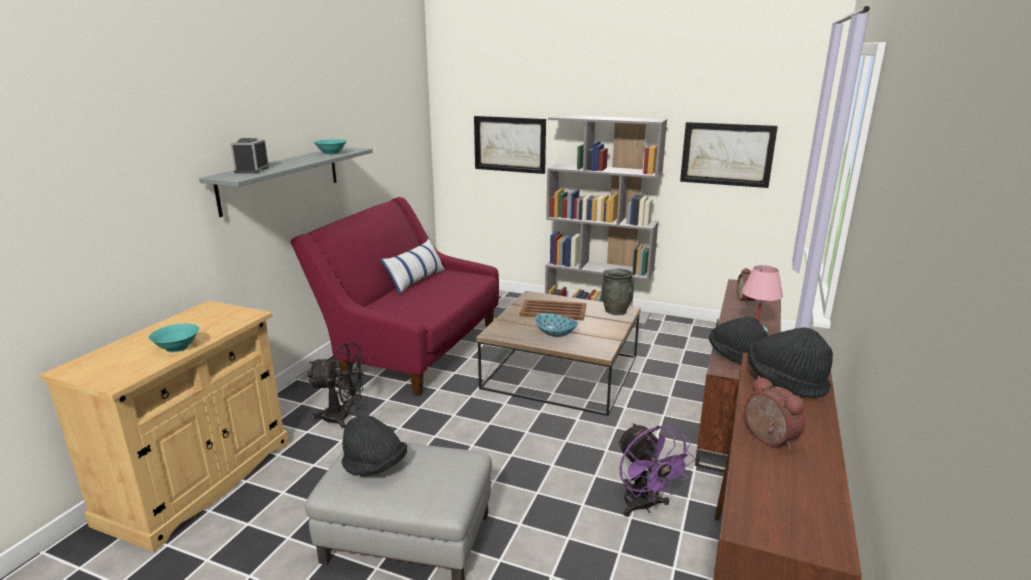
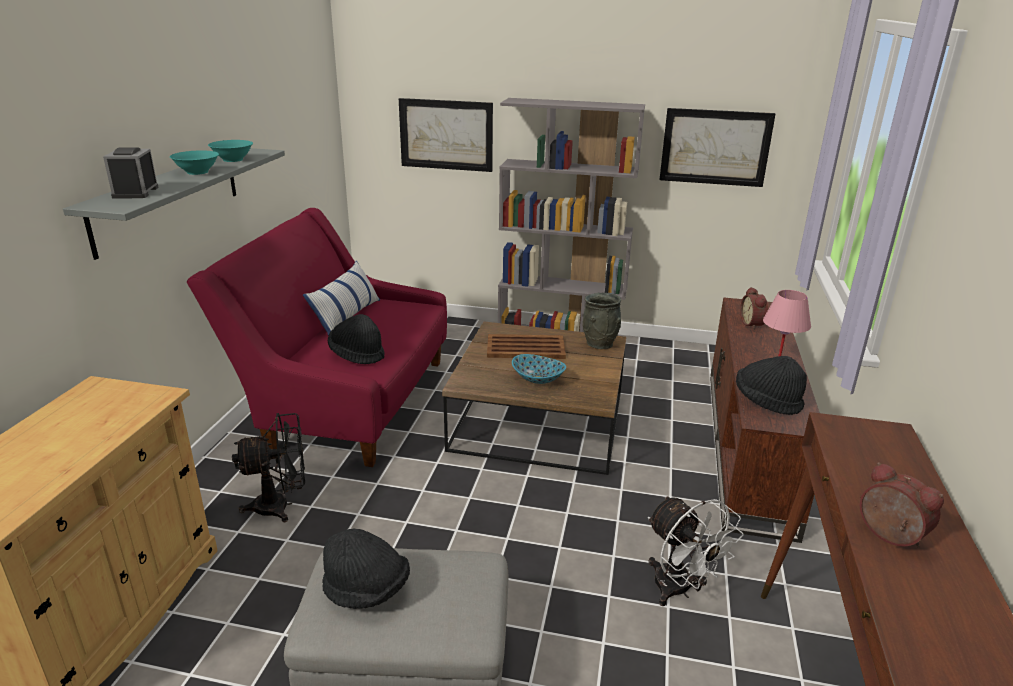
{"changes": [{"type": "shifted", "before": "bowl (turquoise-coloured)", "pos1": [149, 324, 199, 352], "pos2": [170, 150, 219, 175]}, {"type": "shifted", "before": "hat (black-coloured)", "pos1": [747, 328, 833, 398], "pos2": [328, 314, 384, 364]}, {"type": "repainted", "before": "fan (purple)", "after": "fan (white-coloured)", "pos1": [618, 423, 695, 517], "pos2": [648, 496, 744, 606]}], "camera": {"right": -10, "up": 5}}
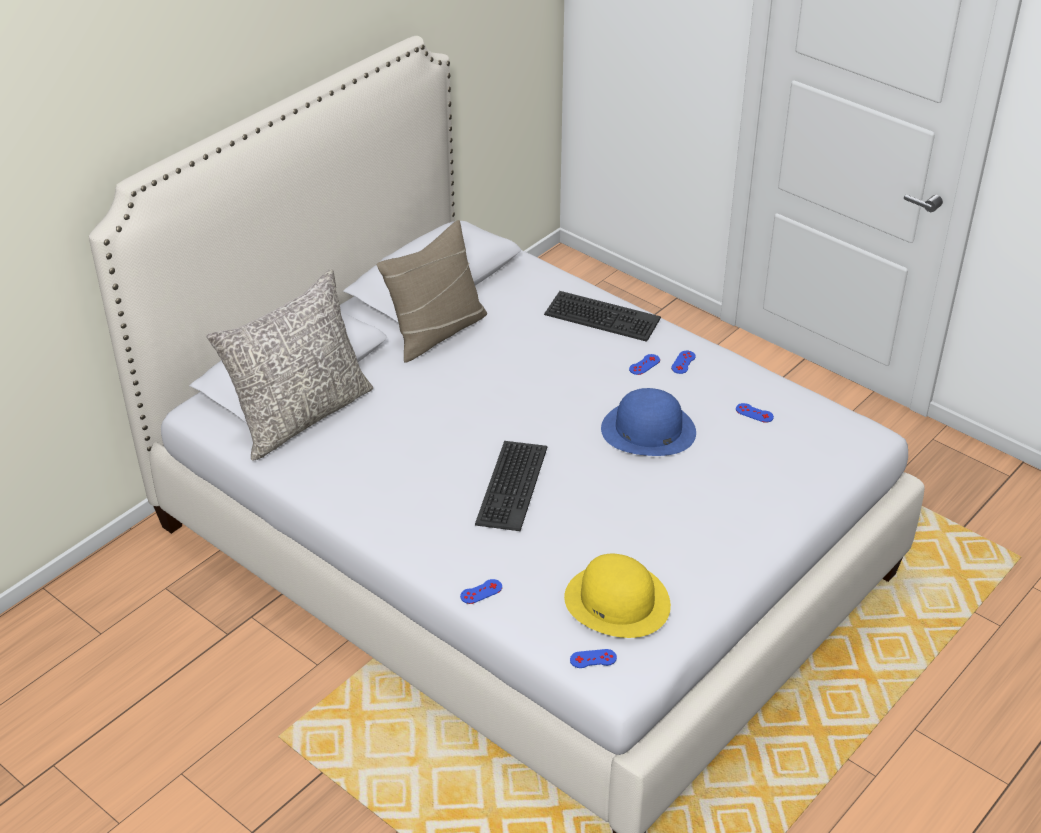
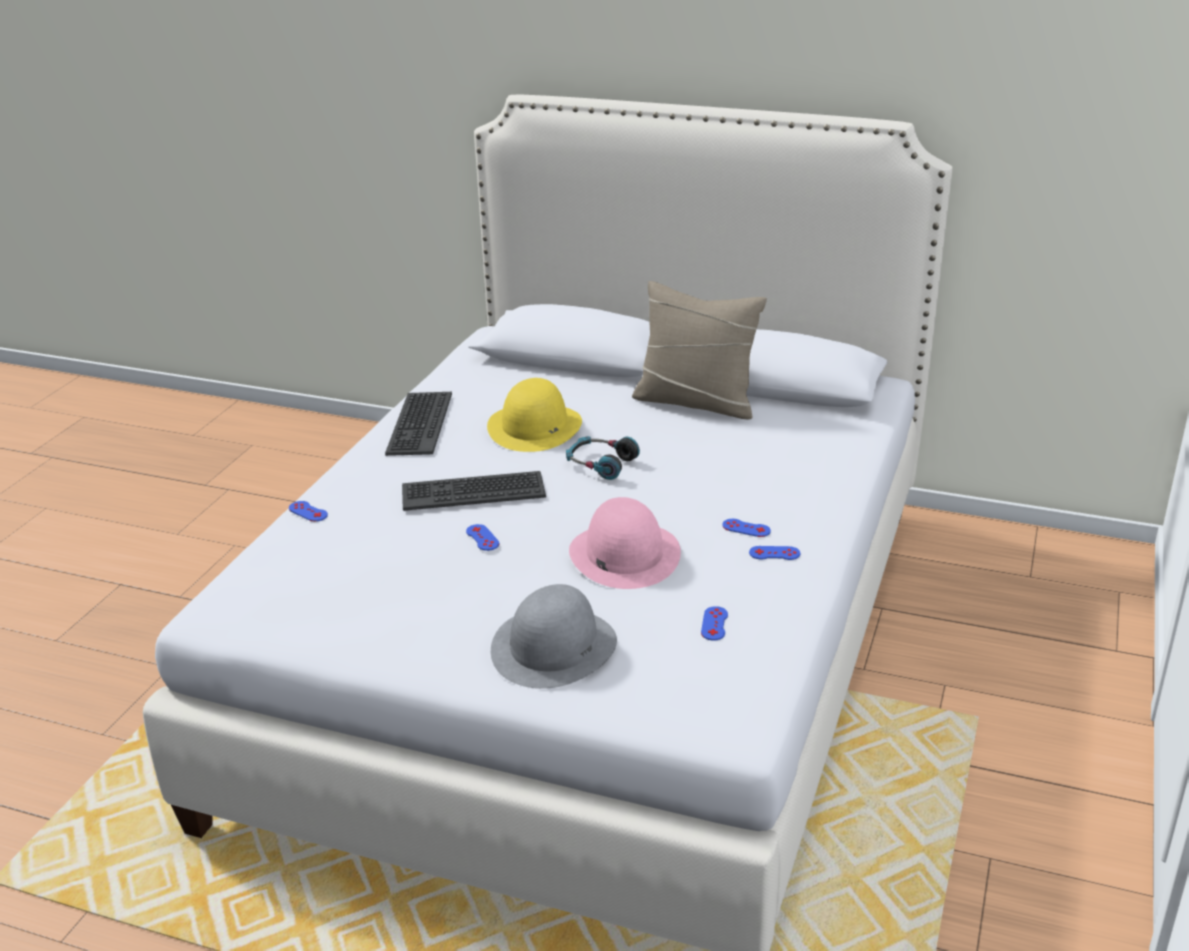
{"changes": [{"type": "gone", "before": "cushion (grey)", "pos1": [206, 269, 373, 460]}, {"type": "new", "after": "hat (grey)", "pos2": [491, 584, 617, 689]}, {"type": "new", "after": "headphones", "pos2": [566, 436, 640, 480]}, {"type": "shifted", "before": "computer keyboard", "pos1": [544, 291, 661, 342], "pos2": [385, 392, 452, 456]}, {"type": "shifted", "before": "hat (yellow)", "pos1": [564, 554, 671, 638], "pos2": [487, 378, 582, 452]}, {"type": "shifted", "before": "joypad (blue-coloured)", "pos1": [570, 649, 617, 668], "pos2": [466, 524, 499, 551]}, {"type": "repainted", "before": "hat (blue-coloured)", "after": "hat (pink-coloured)", "pos1": [601, 388, 696, 456], "pos2": [569, 497, 681, 589]}], "camera": {"right": 70, "up": -10}}
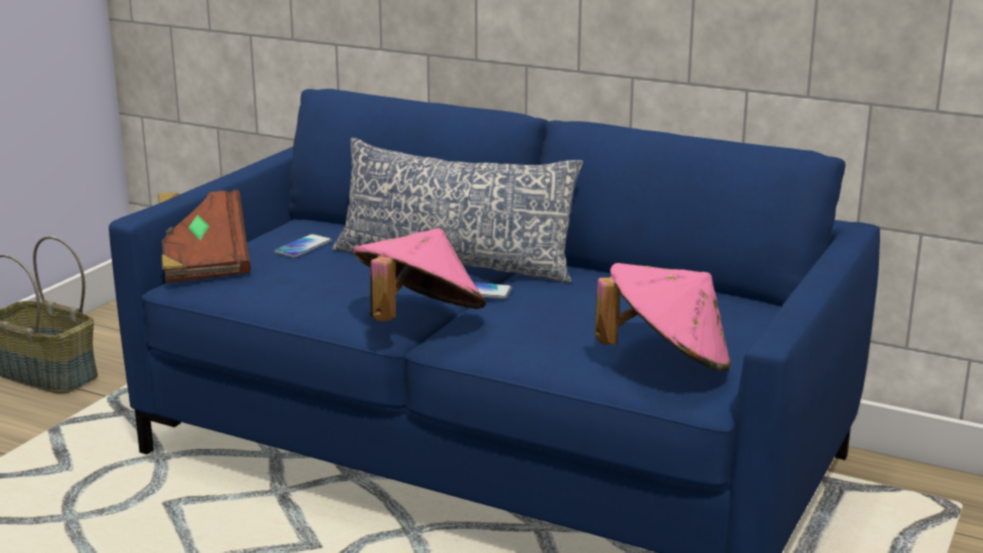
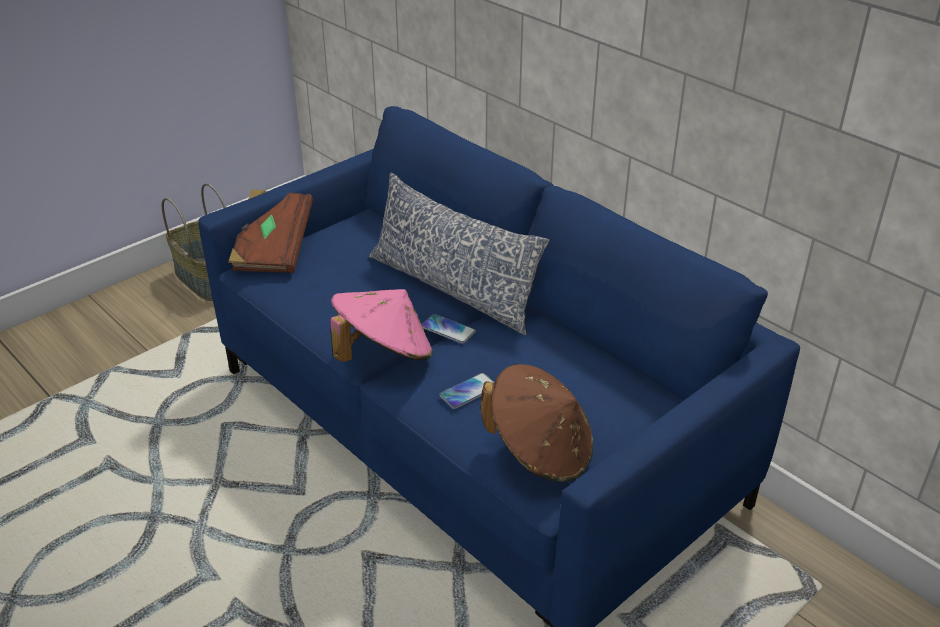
{"changes": [{"type": "shifted", "before": "phone", "pos1": [274, 234, 332, 258], "pos2": [439, 373, 494, 409]}, {"type": "repainted", "before": "hat (pink-coloured)", "after": "hat (brownish)", "pos1": [595, 263, 731, 372], "pos2": [481, 364, 593, 482]}], "camera": {"right": 20, "up": 15}}
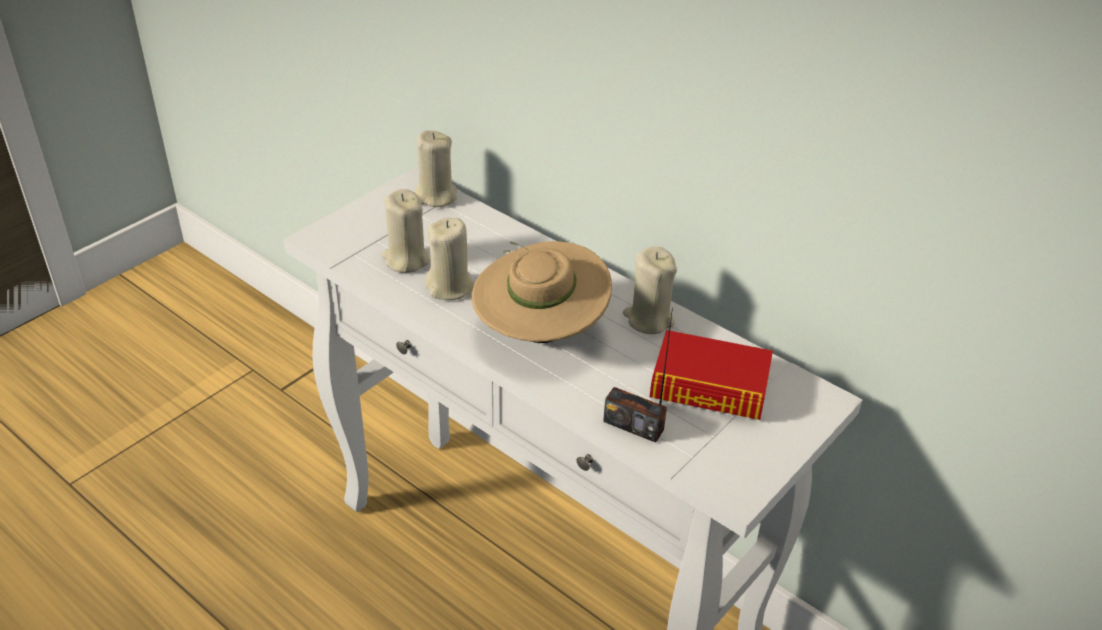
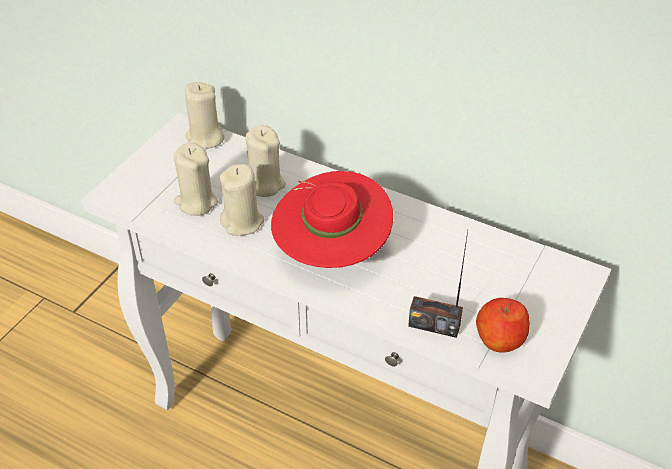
{"changes": [{"type": "gone", "before": "volume", "pos1": [650, 330, 773, 420]}, {"type": "new", "after": "apple fruit", "pos2": [476, 298, 530, 353]}, {"type": "shifted", "before": "candle (sand-coloured)", "pos1": [623, 247, 677, 334], "pos2": [245, 125, 286, 197]}, {"type": "repainted", "before": "hat (sand-coloured)", "after": "hat (reddish)", "pos1": [472, 241, 612, 343], "pos2": [271, 171, 393, 268]}], "camera": {"right": -10, "up": 5}}
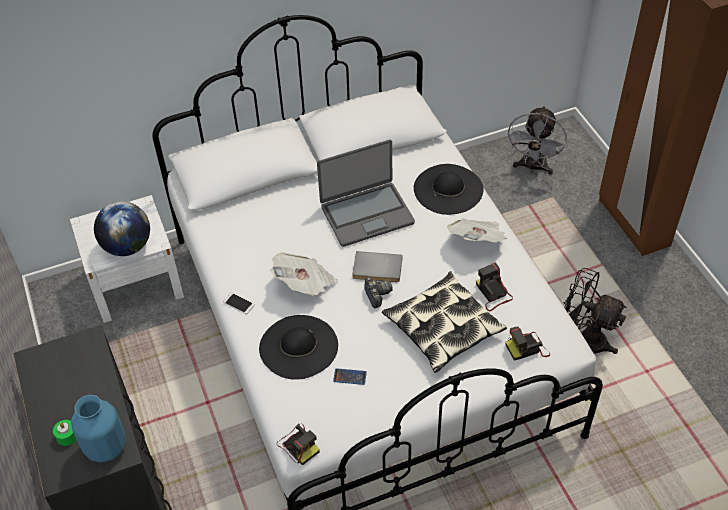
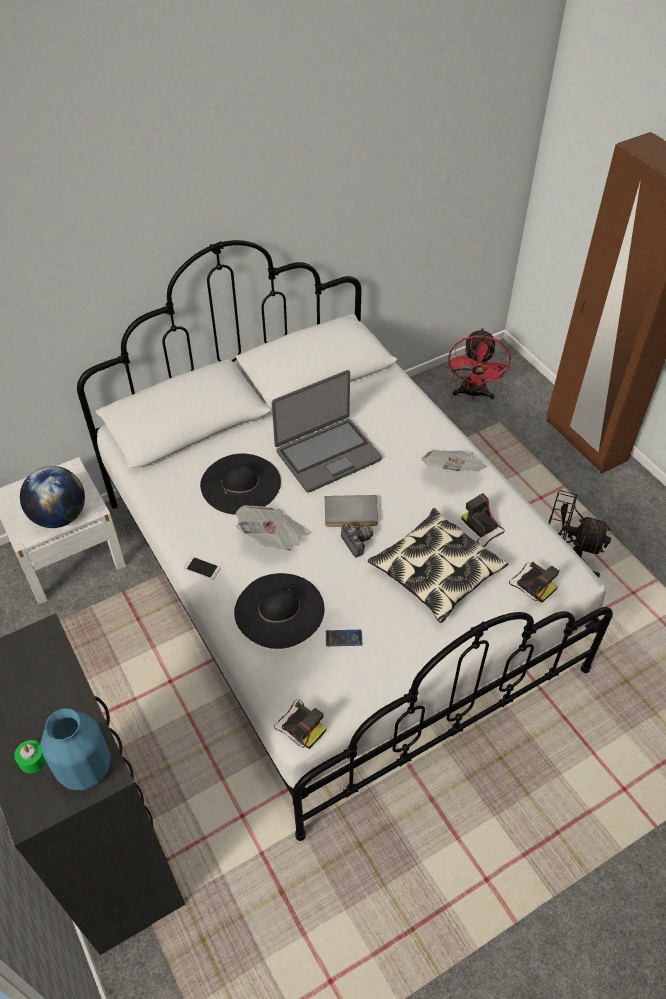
{"changes": [{"type": "shifted", "before": "hat (black-coloured)", "pos1": [414, 164, 483, 215], "pos2": [200, 453, 281, 515]}, {"type": "repainted", "before": "fan (grey)", "after": "fan (reddish)", "pos1": [506, 106, 567, 175], "pos2": [448, 328, 511, 400]}, {"type": "rotated", "before": "still camera", "pos1": [505, 326, 550, 361], "pos2": [509, 561, 560, 603], "turn": -105}], "camera": {"right": -10, "up": 0}}
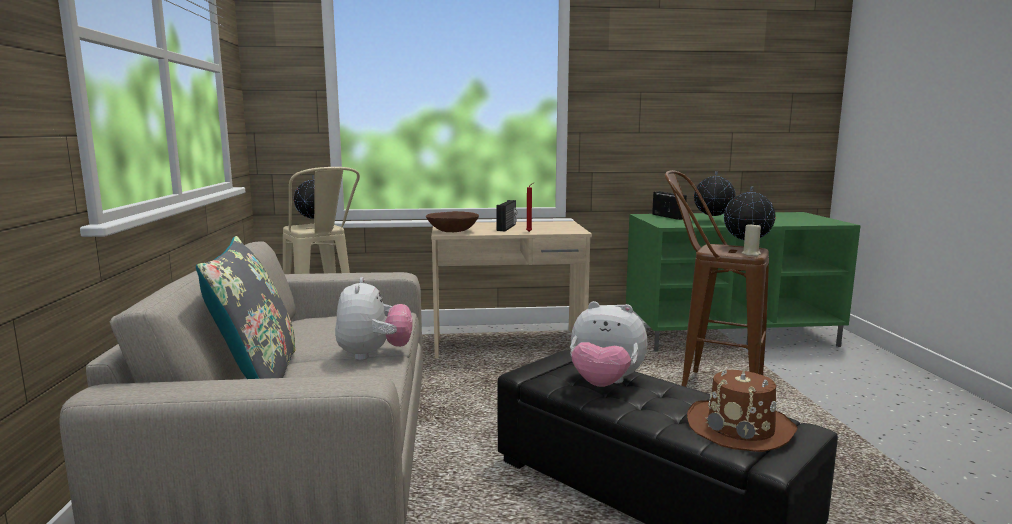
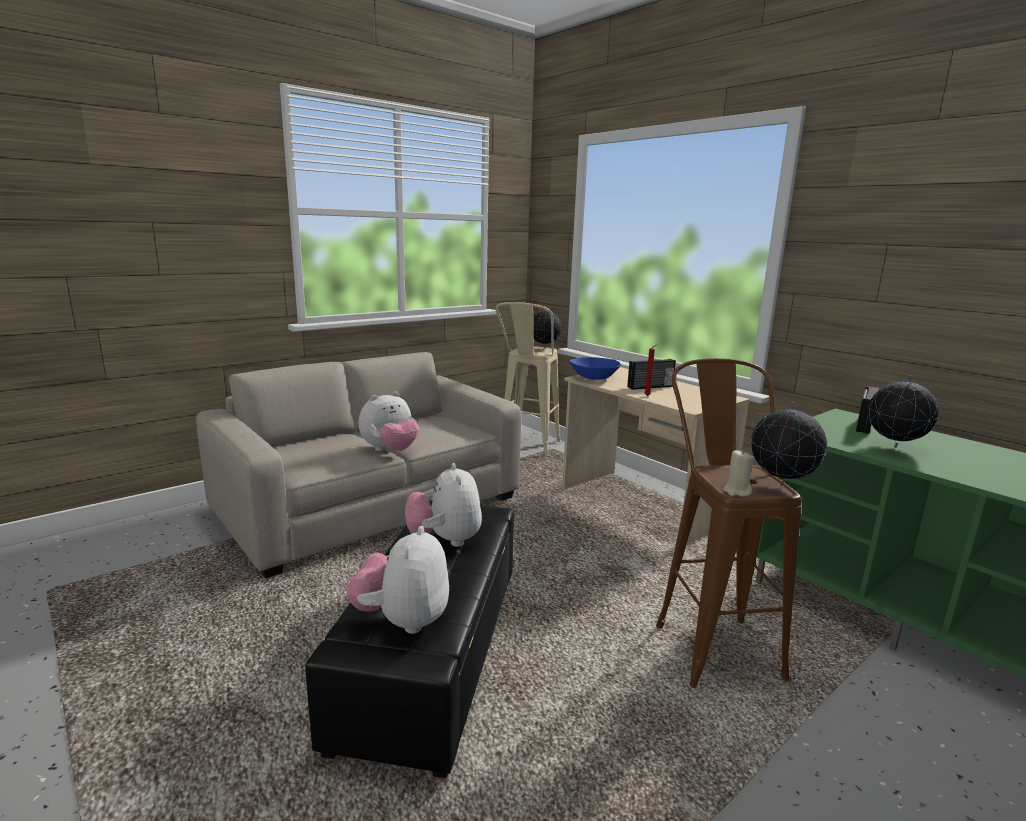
{"changes": [{"type": "gone", "before": "cushion (grey)", "pos1": [196, 236, 296, 379]}, {"type": "swapped", "before": "hat (brownish)", "after": "cuddly toy", "pos1": [687, 369, 798, 452], "pos2": [347, 526, 449, 634]}, {"type": "repainted", "before": "bowl (brownish)", "after": "bowl (blue-coloured)", "pos1": [426, 211, 479, 232], "pos2": [569, 357, 621, 380]}], "camera": {"right": 55, "up": 5}}
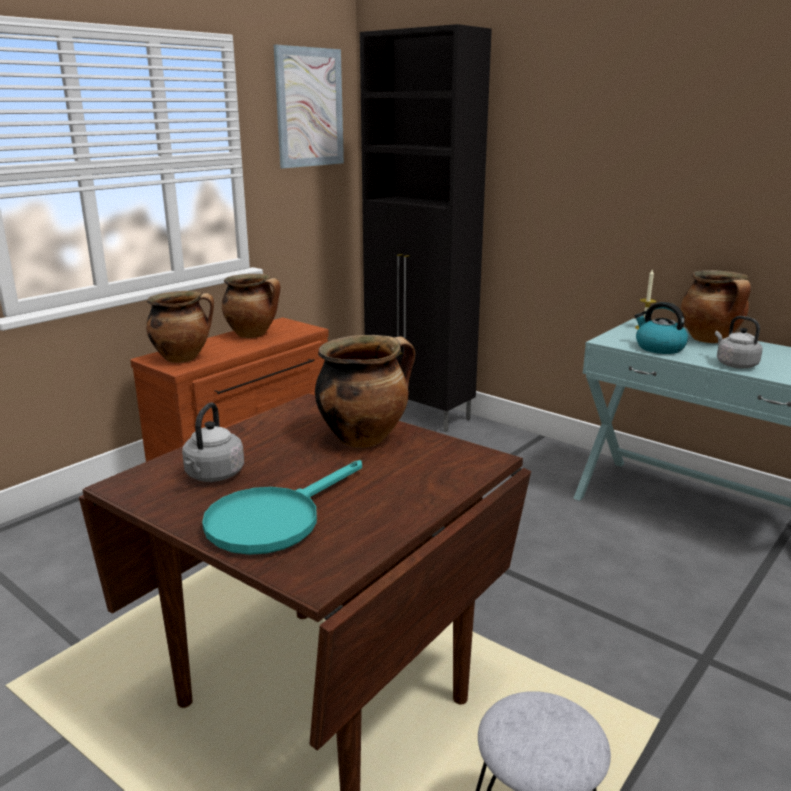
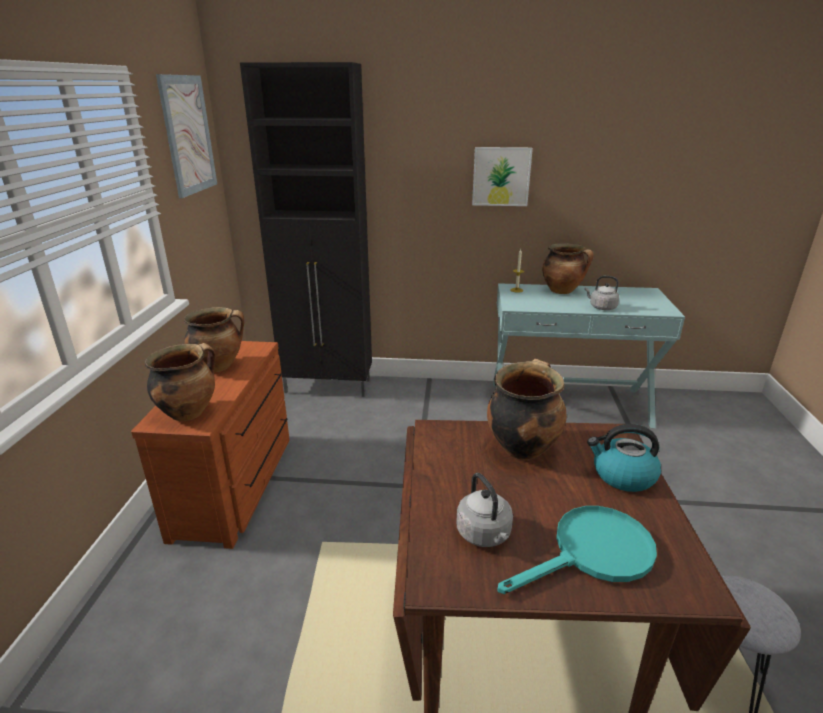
{"changes": [{"type": "new", "after": "wall picture", "pos2": [472, 147, 533, 206]}, {"type": "shifted", "before": "kettle", "pos1": [635, 302, 688, 354], "pos2": [587, 424, 661, 492]}, {"type": "rotated", "before": "pan (turquoise-coloured)", "pos1": [202, 460, 362, 555], "pos2": [497, 506, 657, 594], "turn": -120}], "camera": {"right": -35, "up": 5}}
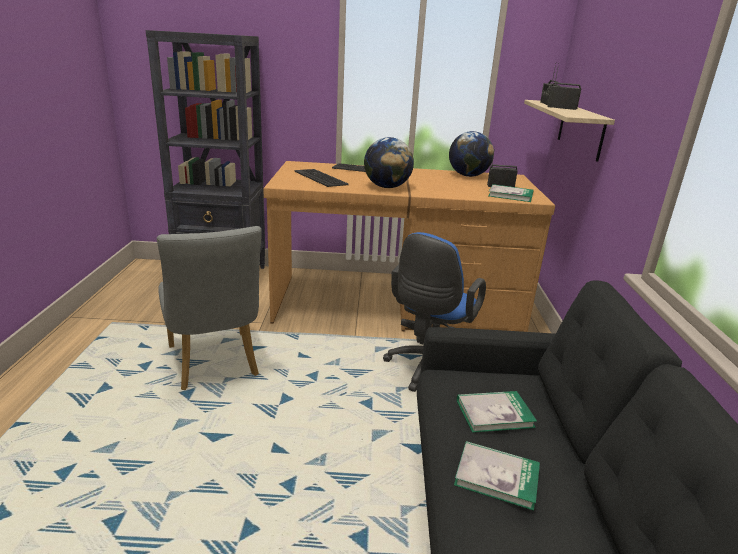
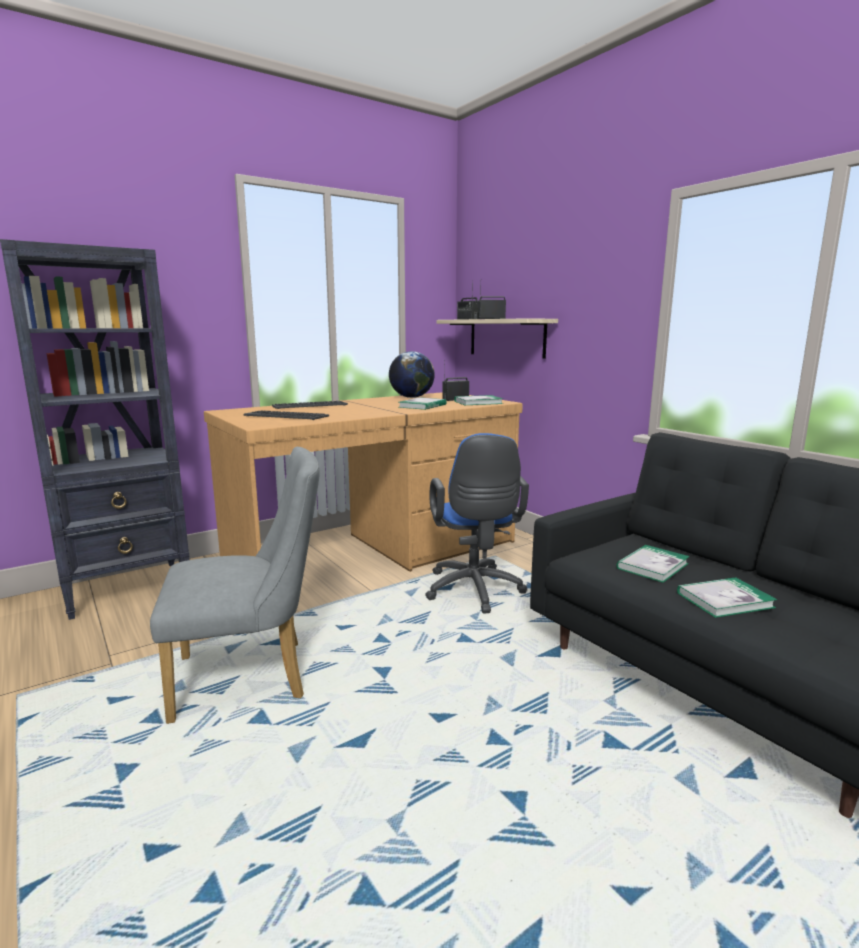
{"changes": [{"type": "gone", "before": "globe", "pos1": [364, 137, 414, 188]}, {"type": "new", "after": "volume", "pos2": [398, 397, 447, 410]}, {"type": "rotated", "before": "plain chair (grey)", "pos1": [157, 226, 262, 390], "pos2": [150, 447, 320, 724], "turn": -45}], "camera": {"right": -35, "up": -10}}
